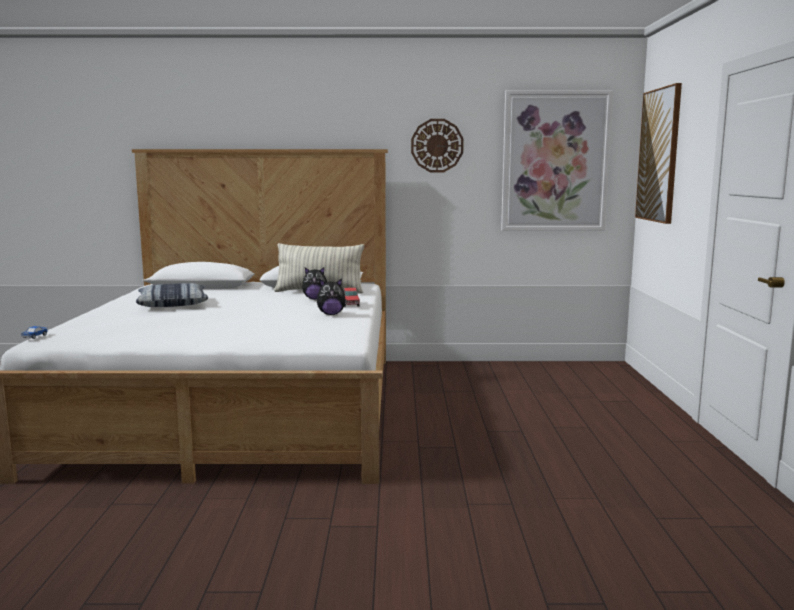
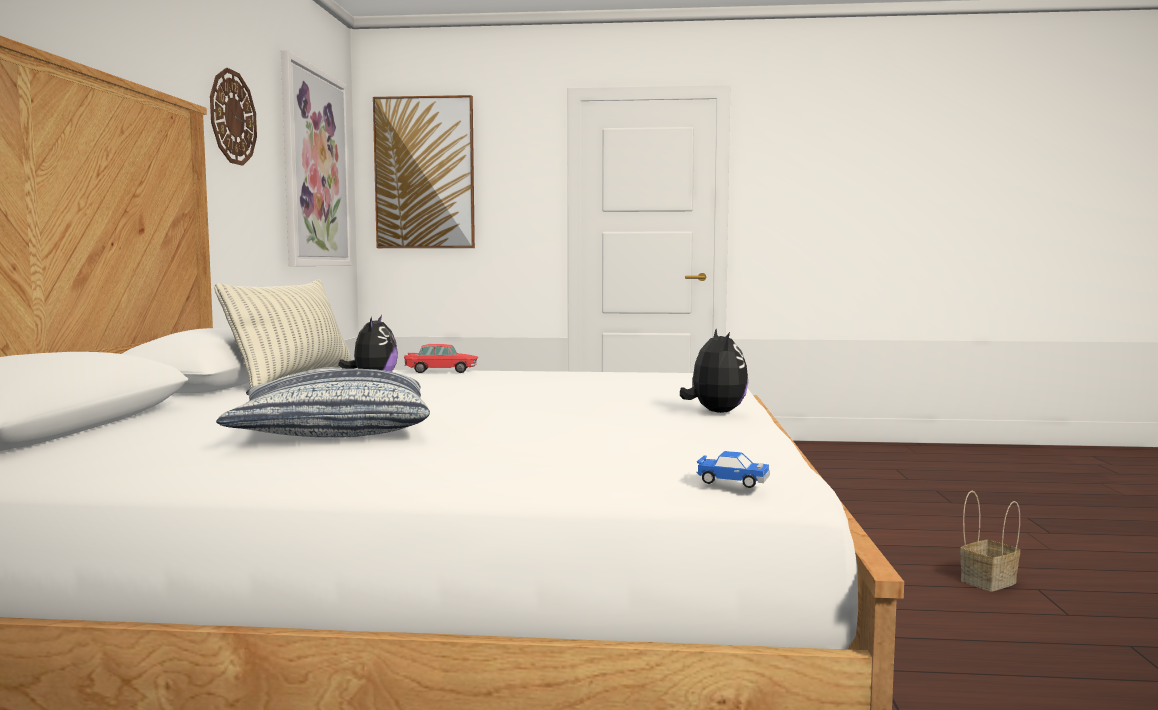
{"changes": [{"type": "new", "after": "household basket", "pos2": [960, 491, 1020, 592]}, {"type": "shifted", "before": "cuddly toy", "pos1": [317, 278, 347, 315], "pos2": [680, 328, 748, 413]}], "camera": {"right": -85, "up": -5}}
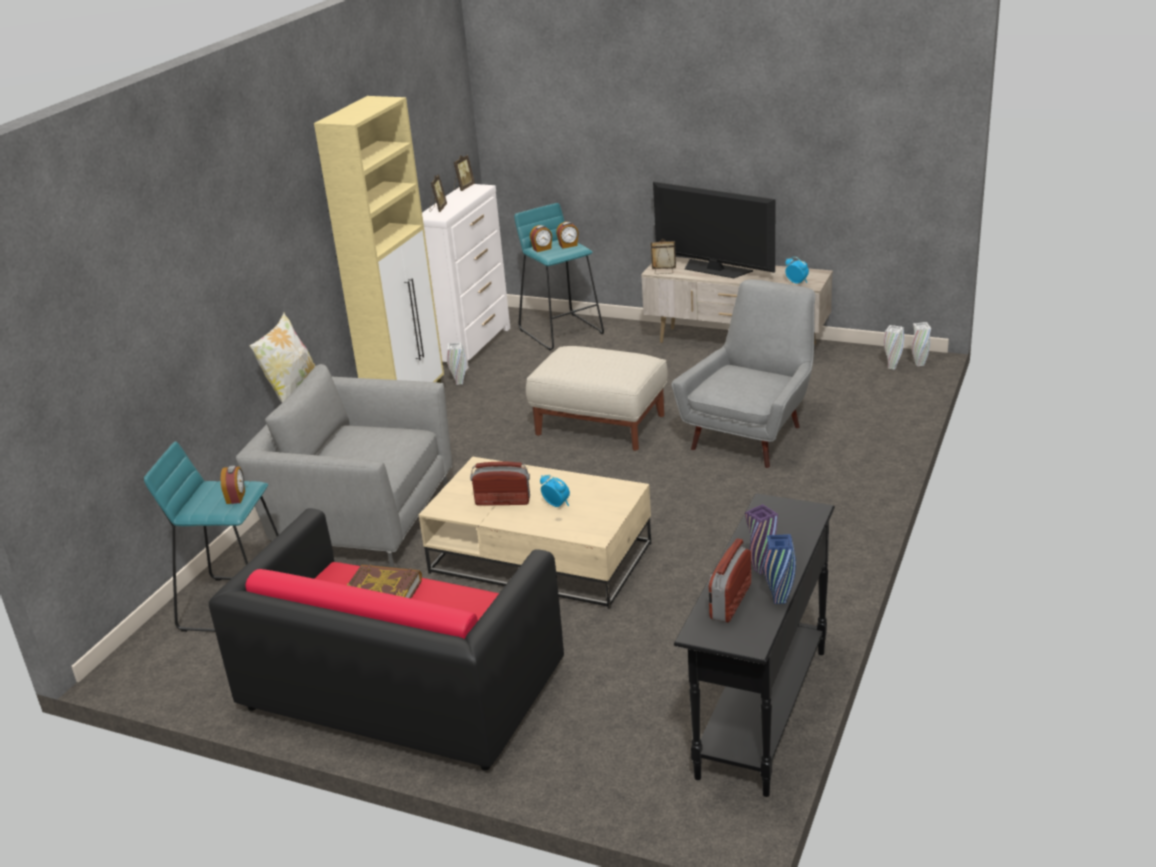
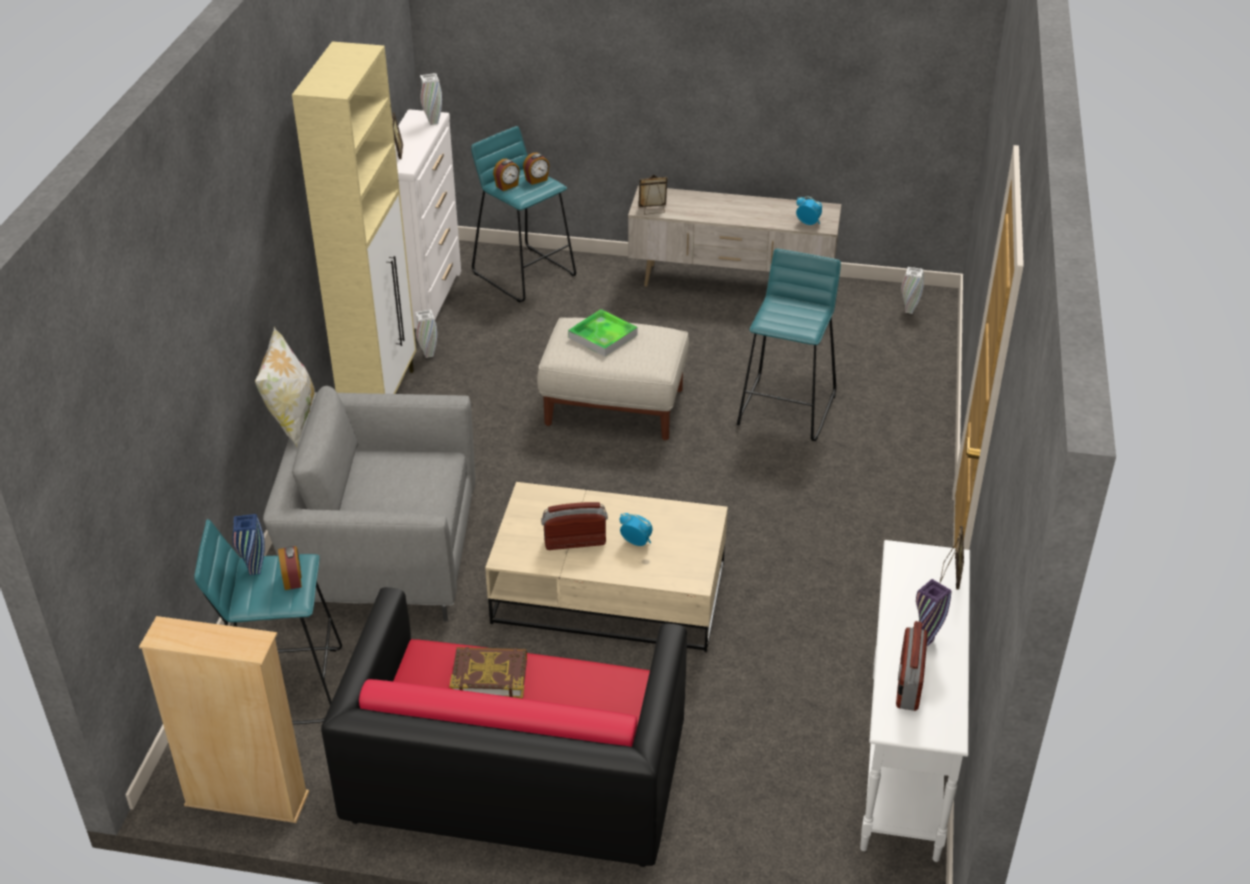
{"changes": [{"type": "gone", "before": "television", "pos1": [653, 182, 775, 278]}, {"type": "new", "after": "bookshelf (sand-coloured)", "pos2": [139, 616, 309, 823]}, {"type": "new", "after": "carrying tray", "pos2": [568, 309, 638, 357]}, {"type": "shifted", "before": "picture frame", "pos1": [454, 155, 475, 191], "pos2": [940, 526, 964, 590]}, {"type": "shifted", "before": "vase (blue-coloured)", "pos1": [763, 534, 796, 604], "pos2": [233, 514, 265, 575]}, {"type": "shifted", "before": "vase (white-coloured)", "pos1": [912, 322, 931, 366], "pos2": [420, 73, 442, 125]}, {"type": "swapped", "before": "armchair (grey)", "after": "stool seat (turquoise-coloured)", "pos1": [671, 279, 815, 468], "pos2": [737, 249, 841, 441]}, {"type": "repainted", "before": "console table (black-coloured)", "after": "console table (white-coloured)", "pos1": [674, 493, 835, 797], "pos2": [860, 540, 970, 862]}], "camera": {"right": -15, "up": 10}}
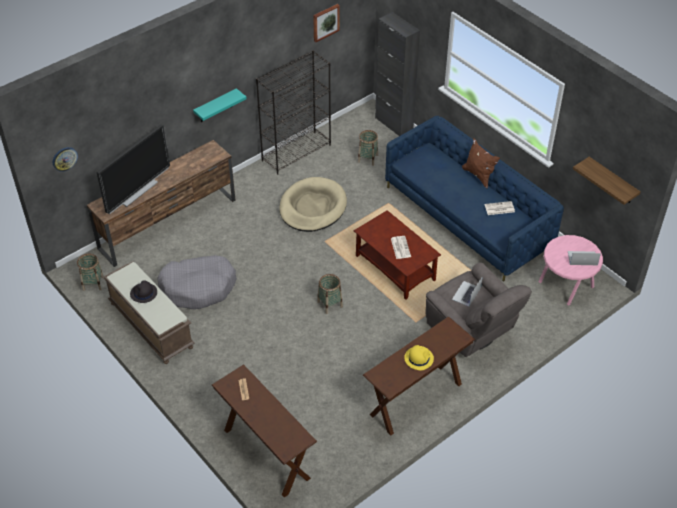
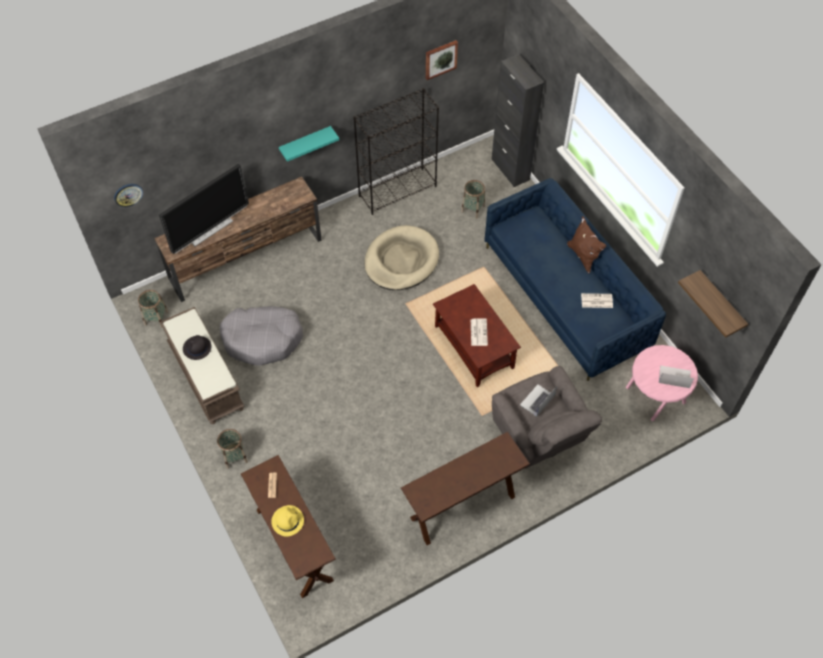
{"changes": [{"type": "shifted", "before": "household basket", "pos1": [317, 274, 343, 314], "pos2": [217, 429, 248, 469]}, {"type": "shifted", "before": "hat (yellow)", "pos1": [404, 345, 434, 370], "pos2": [271, 505, 304, 537]}], "camera": {"right": 10, "up": 10}}
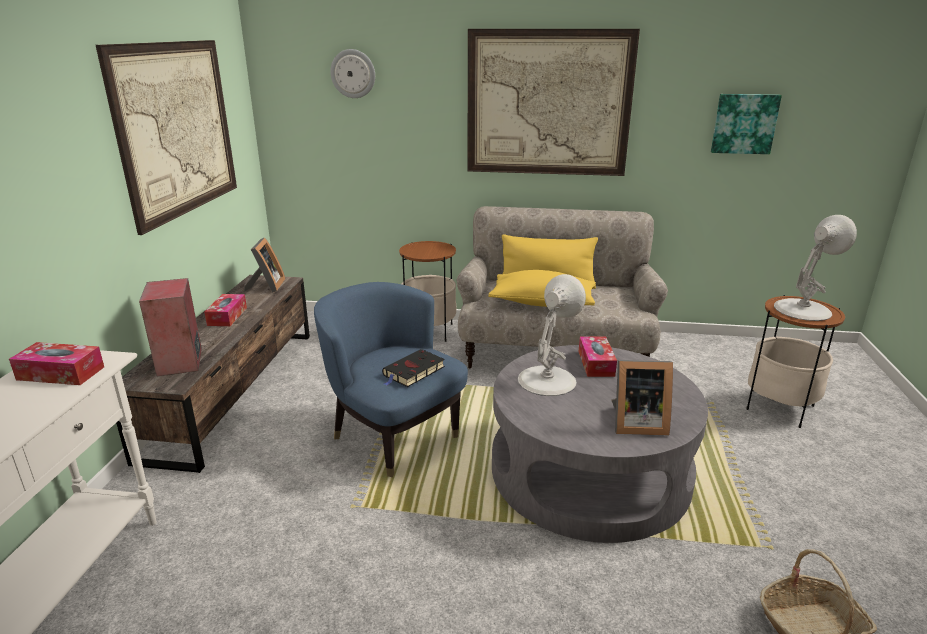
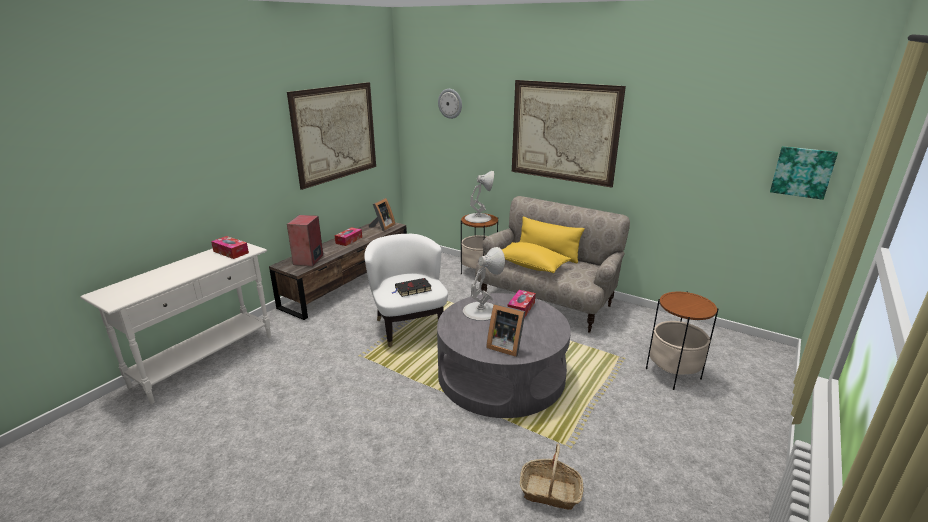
{"changes": [{"type": "shifted", "before": "wall picture", "pos1": [711, 94, 782, 154], "pos2": [770, 146, 838, 200]}, {"type": "shifted", "before": "tabletop lamp (white-coloured)", "pos1": [774, 215, 857, 321], "pos2": [465, 171, 494, 223]}, {"type": "repainted", "before": "armchair (blue-coloured)", "after": "armchair (white-coloured)", "pos1": [314, 282, 468, 477], "pos2": [364, 234, 448, 347]}], "camera": {"right": 25, "up": 0}}
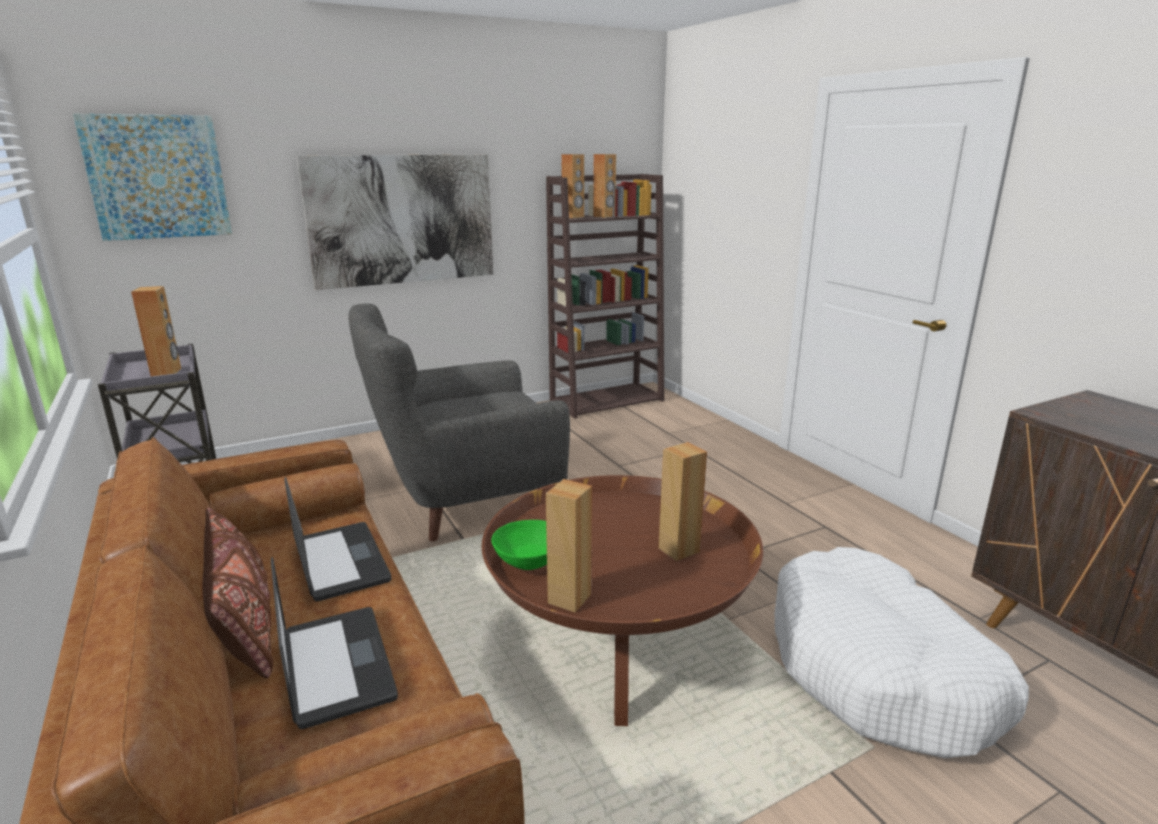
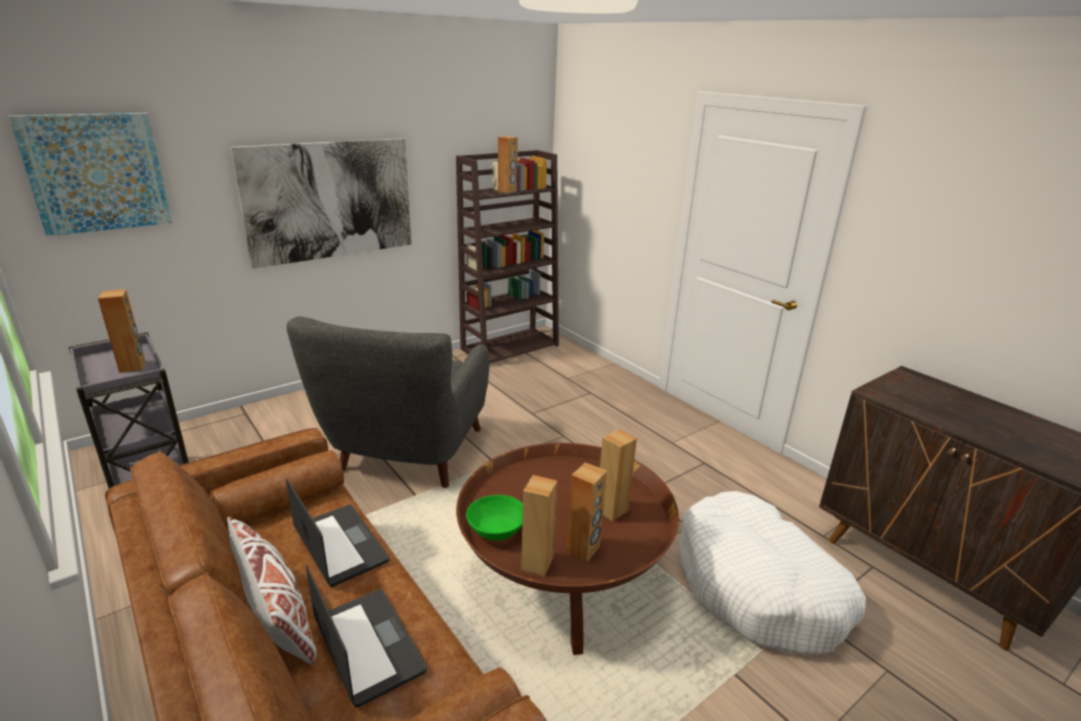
{"changes": [{"type": "shifted", "before": "loudspeaker (brownish)", "pos1": [561, 154, 584, 218], "pos2": [566, 463, 607, 562]}, {"type": "repainted", "before": "cushion (brownish)", "after": "cushion (white-coloured)", "pos1": [202, 507, 273, 678], "pos2": [227, 516, 316, 664]}, {"type": "rotated", "before": "armchair (grey)", "pos1": [348, 304, 570, 541], "pos2": [286, 316, 489, 488], "turn": -45}], "camera": {"right": -10, "up": 5}}
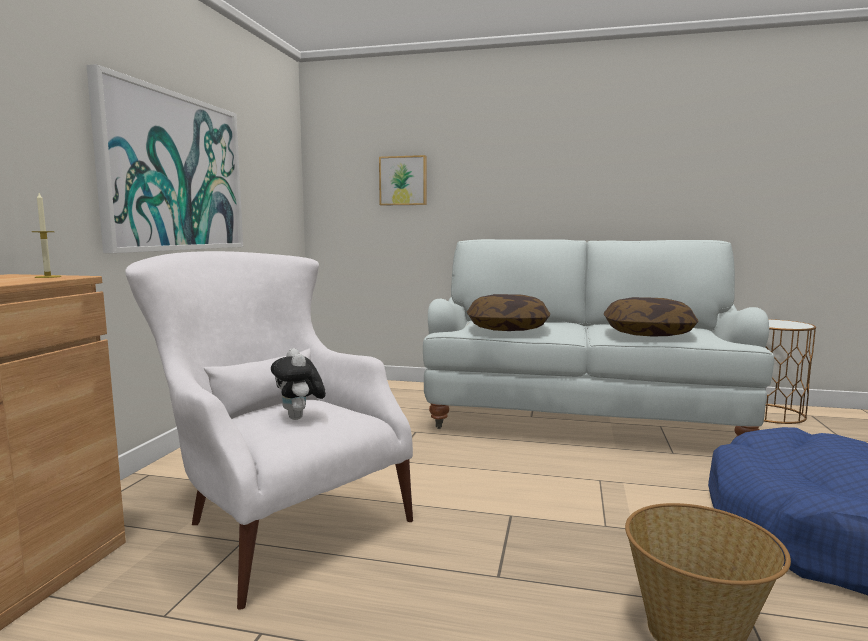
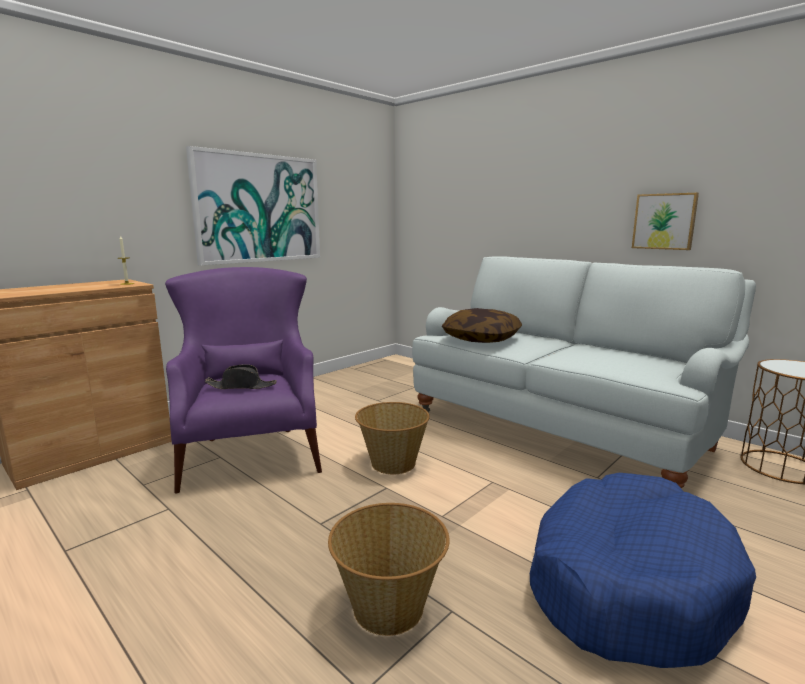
{"changes": [{"type": "gone", "before": "cushion", "pos1": [604, 297, 699, 337]}, {"type": "new", "after": "household basket", "pos2": [355, 402, 430, 474]}, {"type": "shifted", "before": "wall picture", "pos1": [379, 155, 427, 205], "pos2": [632, 193, 699, 250]}, {"type": "swapped", "before": "cuddly toy", "after": "hat (black-coloured)", "pos1": [271, 348, 326, 420], "pos2": [205, 364, 277, 389]}, {"type": "repainted", "before": "armchair (white-coloured)", "after": "armchair (purple)", "pos1": [125, 251, 413, 610], "pos2": [165, 267, 322, 494]}], "camera": {"right": 30, "up": 5}}
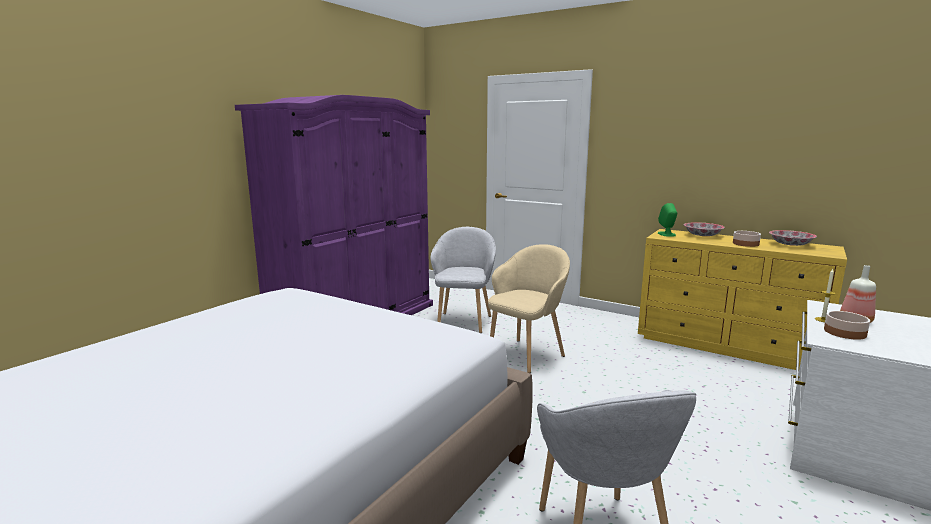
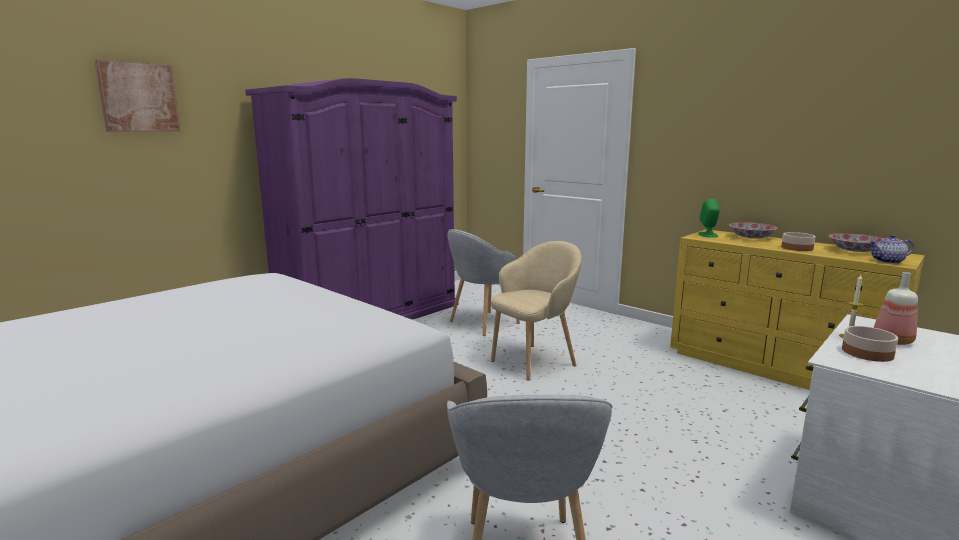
{"changes": [{"type": "new", "after": "wall picture", "pos2": [94, 60, 180, 132]}, {"type": "new", "after": "pot for tea", "pos2": [869, 235, 914, 264]}, {"type": "rotated", "before": "armchair (grey)", "pos1": [430, 227, 496, 333], "pos2": [447, 229, 520, 336], "turn": -150}], "camera": {"right": 10, "up": 0}}
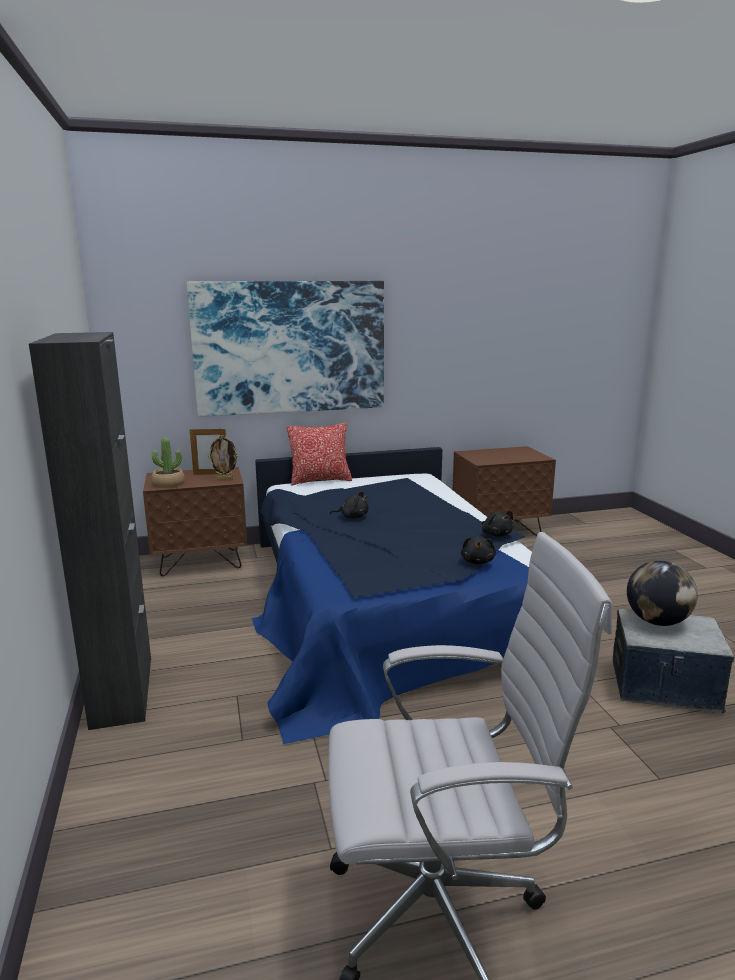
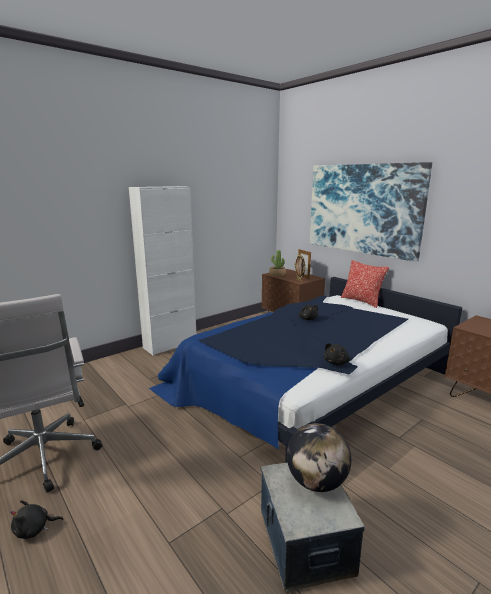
{"changes": [{"type": "shifted", "before": "cuddly toy (black-coloured)", "pos1": [461, 536, 496, 564], "pos2": [10, 500, 64, 539]}, {"type": "repainted", "before": "cupboard (black-coloured)", "after": "cupboard (white-coloured)", "pos1": [29, 332, 151, 730], "pos2": [129, 186, 196, 356]}], "camera": {"right": 65, "up": 0}}
